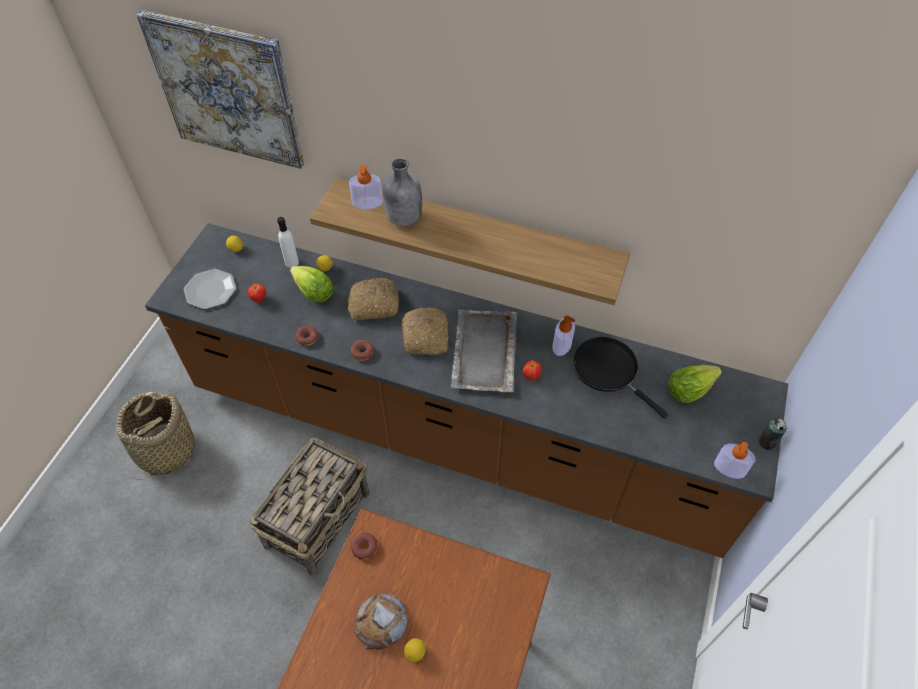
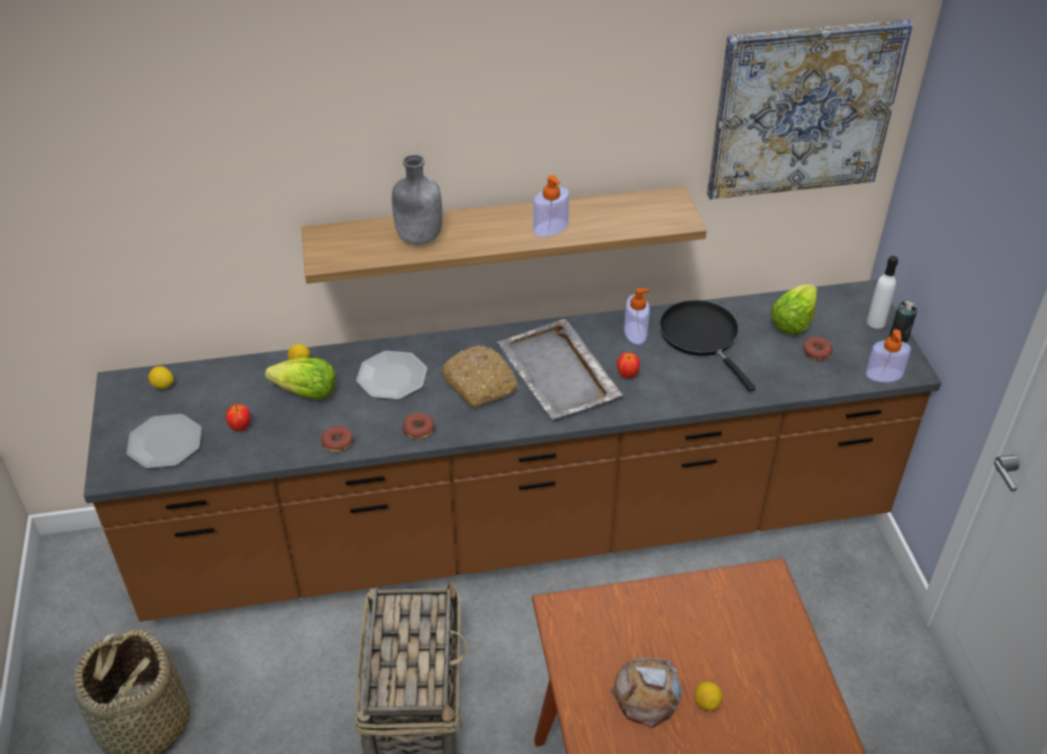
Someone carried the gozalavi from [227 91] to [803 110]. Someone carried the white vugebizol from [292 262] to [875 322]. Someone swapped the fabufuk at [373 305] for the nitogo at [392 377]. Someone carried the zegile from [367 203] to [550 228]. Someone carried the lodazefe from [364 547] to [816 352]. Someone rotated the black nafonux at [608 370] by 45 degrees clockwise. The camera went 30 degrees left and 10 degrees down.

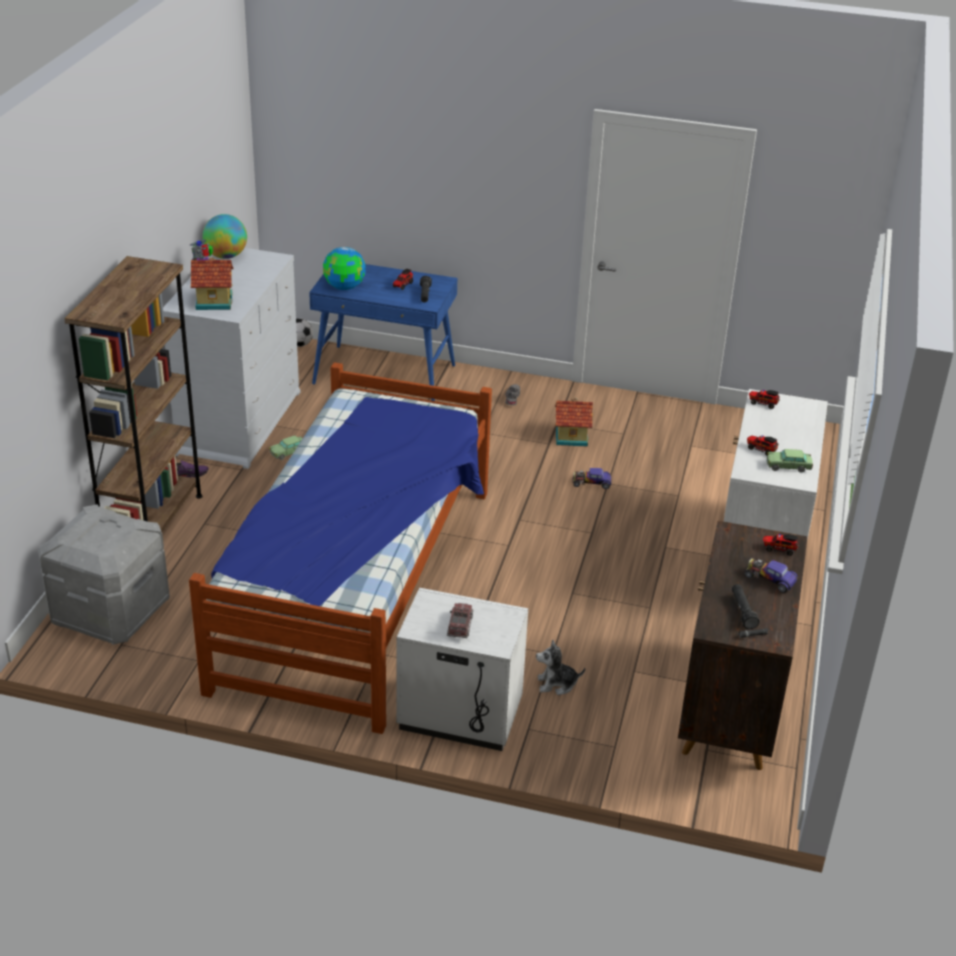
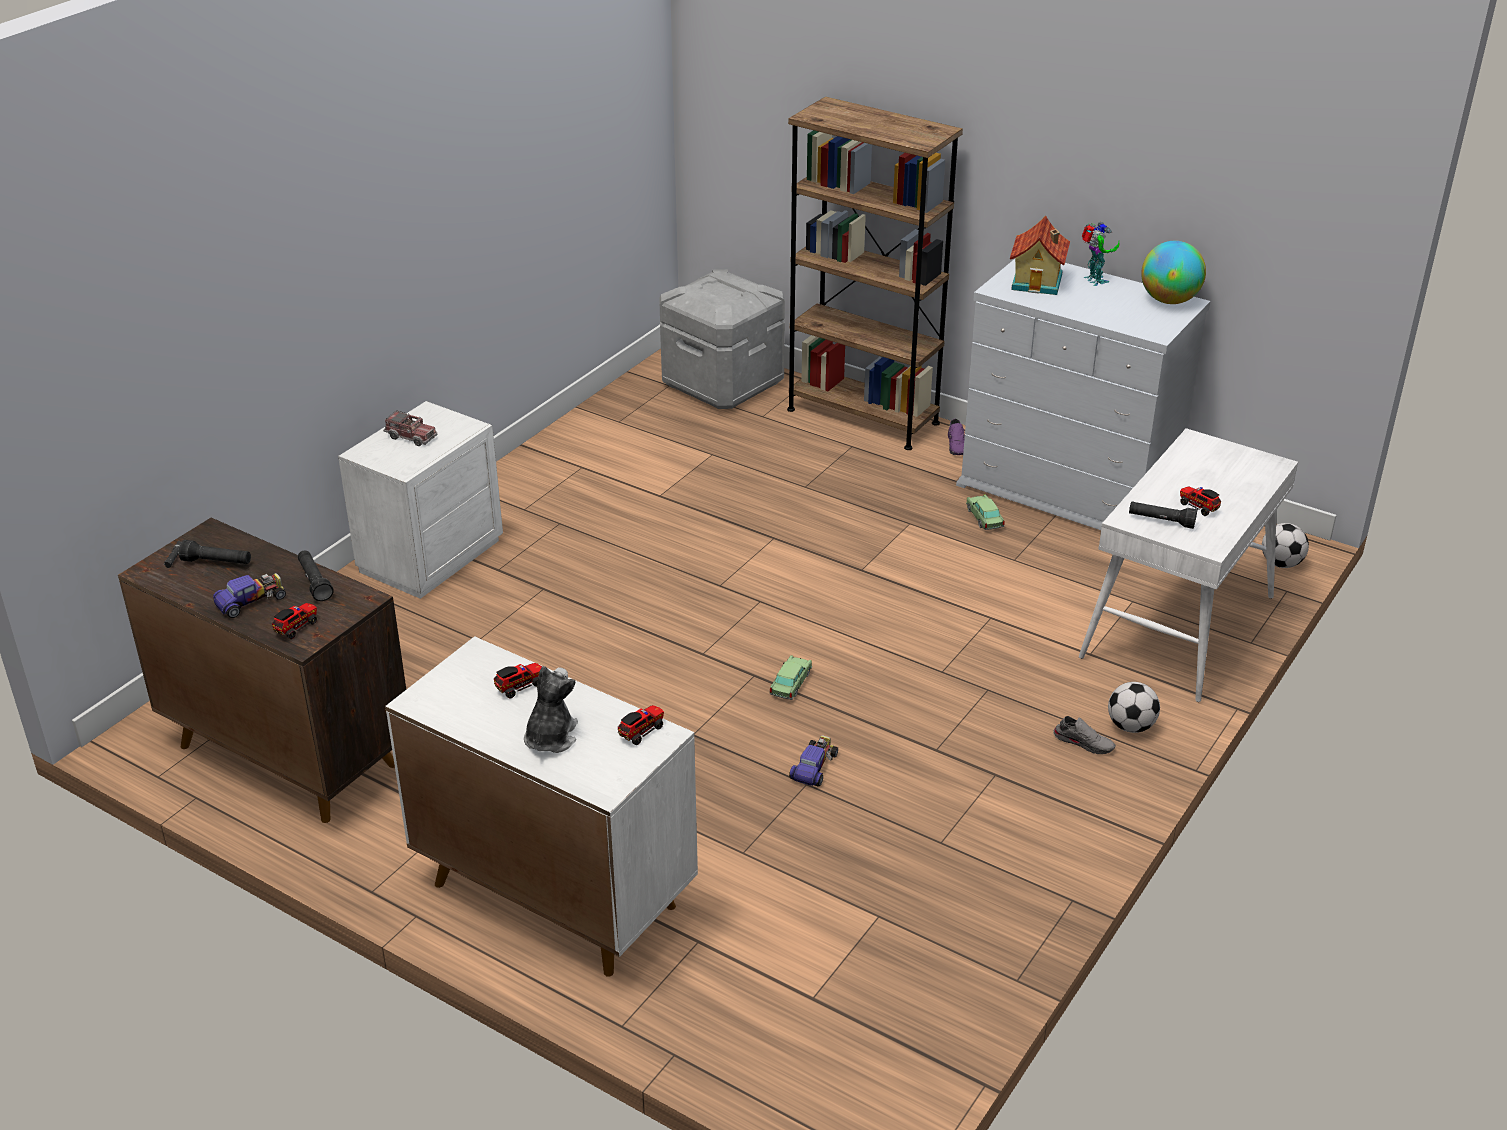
Someone took away the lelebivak at [359 586]. Someone repainted the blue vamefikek at [385 374], which became the white vamefikek at [1178 628]. Someone took away the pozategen at [344 287]. Someone carried the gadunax from [557 684] to [550 737]. Someone took away the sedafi at [571 436]. Someone carried the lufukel from [788 466] to [790 684]. Someone put down the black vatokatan at [314 582]. Someone put down the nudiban at [1130 726]. The camera went 110 degrees right and 0 degrees up.

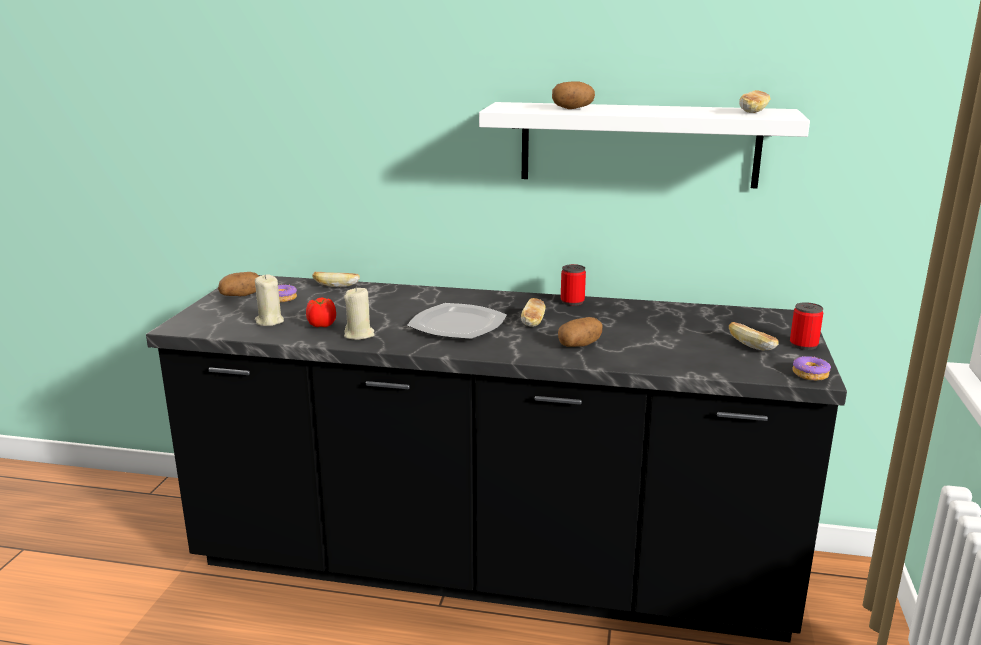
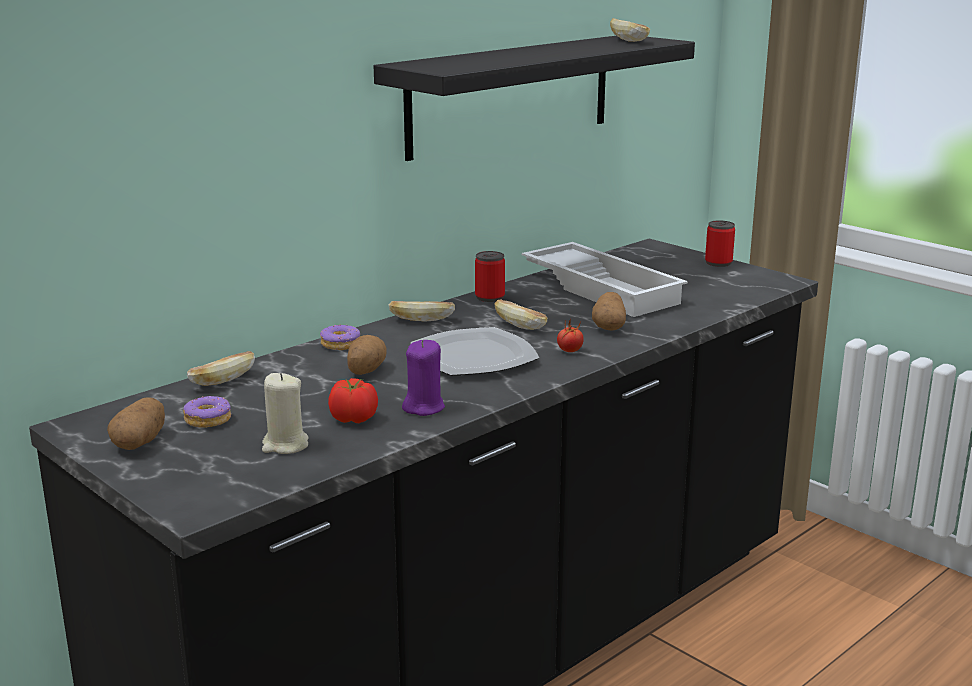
Someone repainted the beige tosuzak at [359 335], which became the purple tosuzak at [424 407]. Someone repainted the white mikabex at [639 144], which became the black mikabex at [511 94]. Someone carried the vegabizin from [573 108] to [365 371]. Someone carried the fabufuk from [751 346] to [421 320]. Someone carried the lodazefe from [810 374] to [341 344]. Someone put down the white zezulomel at [603 288]. Someone put down the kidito at [569 351]. The camera went 55 degrees left and 0 degrees up.

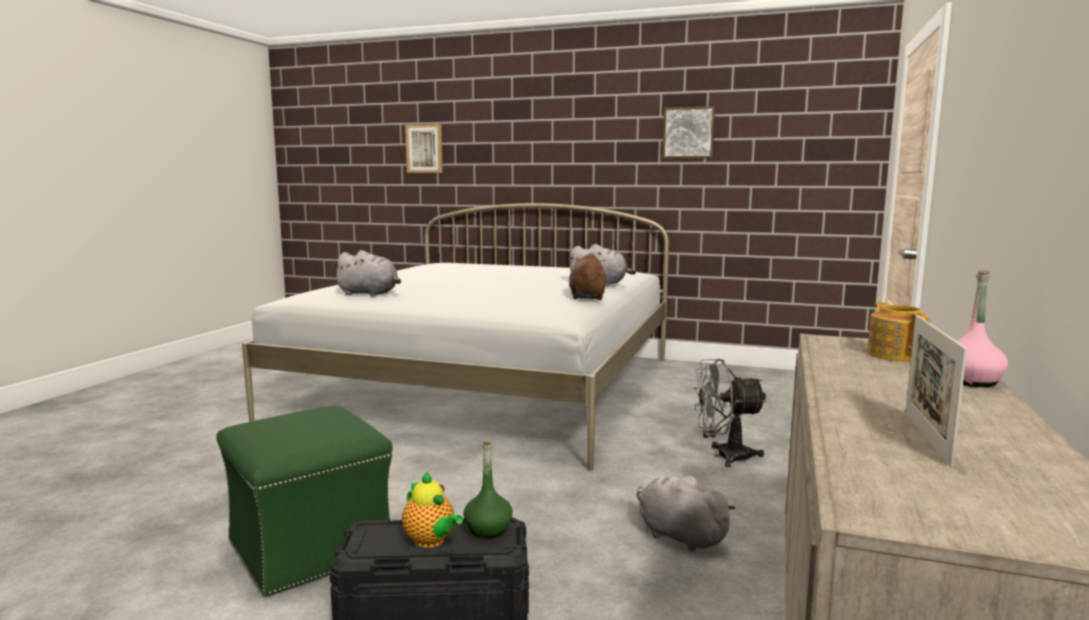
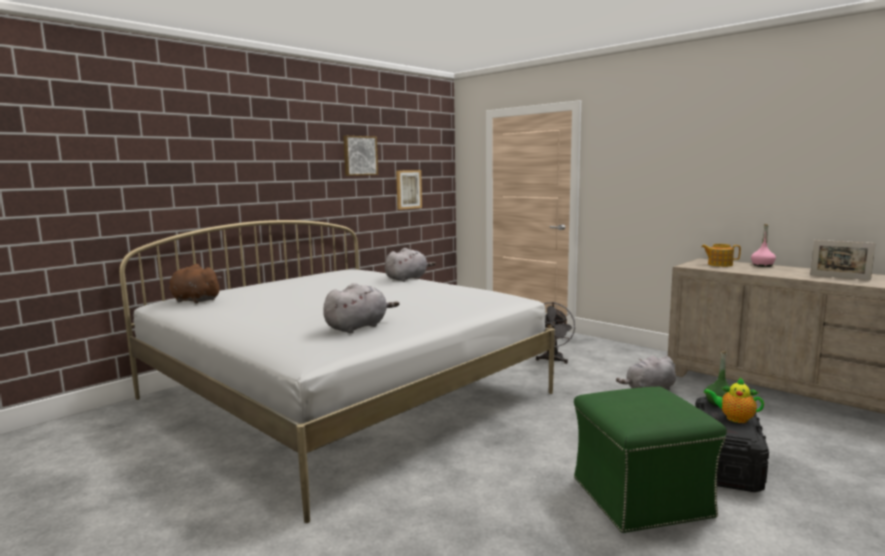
Someone rotated the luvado at [431 541] by 135 degrees counterclockwise. Someone carried the gozalavi from [424 148] to [408 189]. Someone carried the brown gadunax from [587 297] to [194 300]. The camera went 65 degrees left and 0 degrees up.

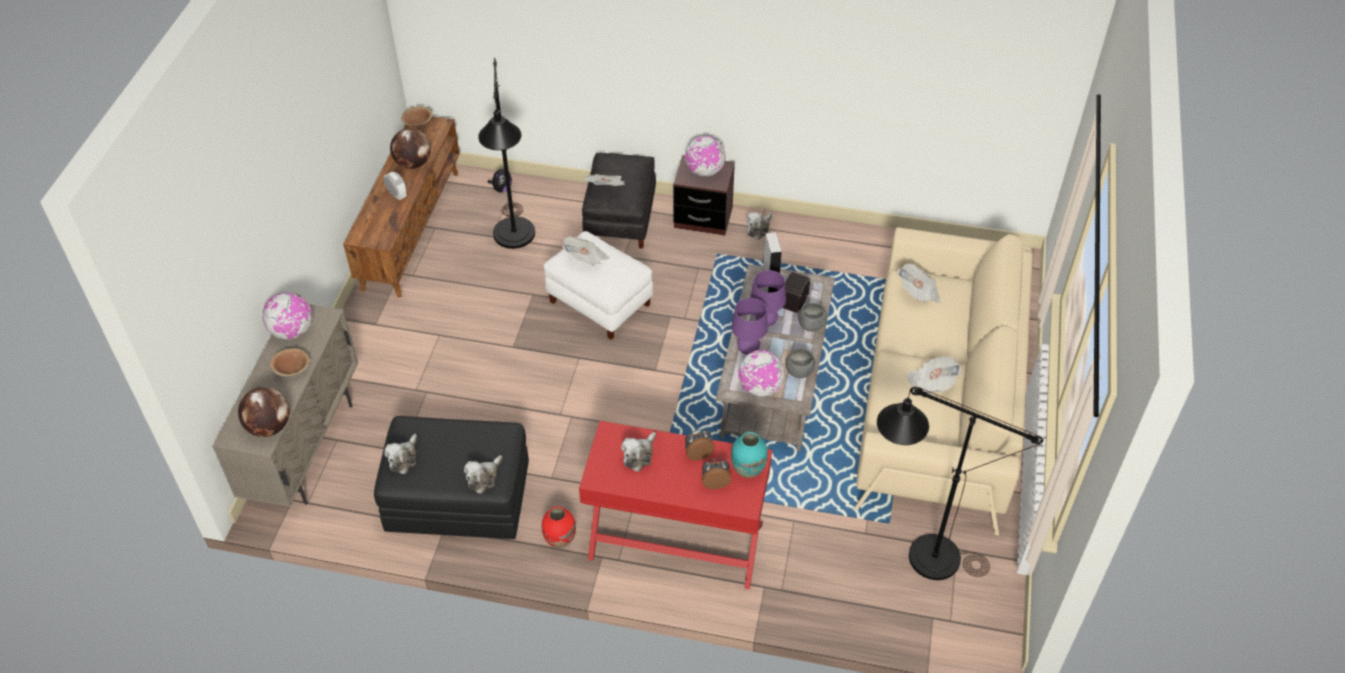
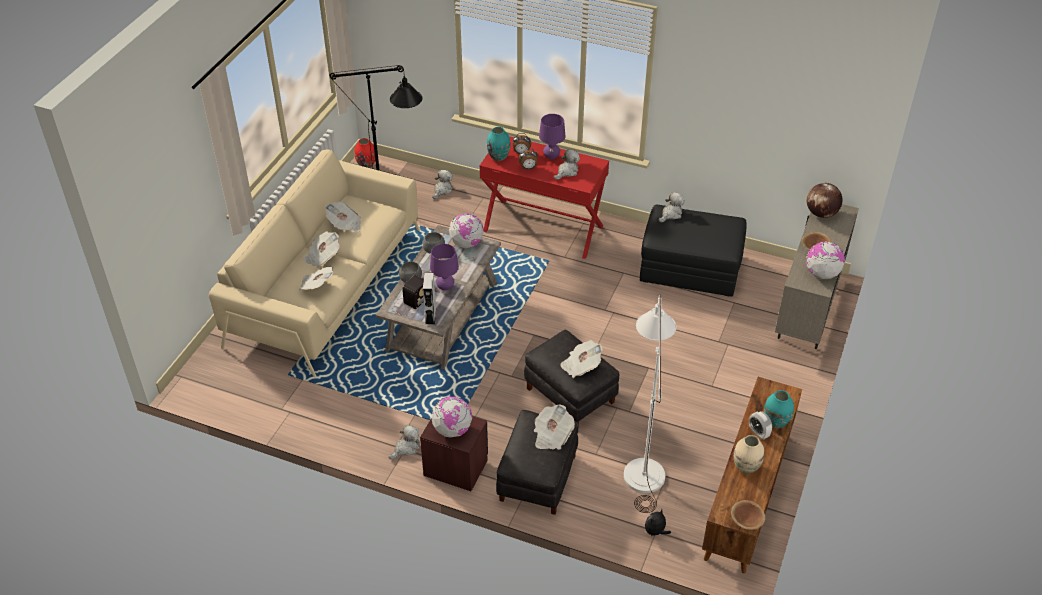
Someone carried the gadunax from [404 458] to [442 190]. Someone swapped the pozategen at [413 163] for the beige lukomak at [746 467]. Someone repainted the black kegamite at [514 242], which became the white kegamite at [644 466]. Someone carried the red lukomak from [559 540] to [366 165]. Someone repainted the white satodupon at [599 303], which became the black satodupon at [571 395]. Someone carried the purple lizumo from [748 350] to [551 156]. Someone put down the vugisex at [322 257]. Someone put down the turquoise lukomak at [775 422]. The camera went 170 degrees left and 5 degrees down.

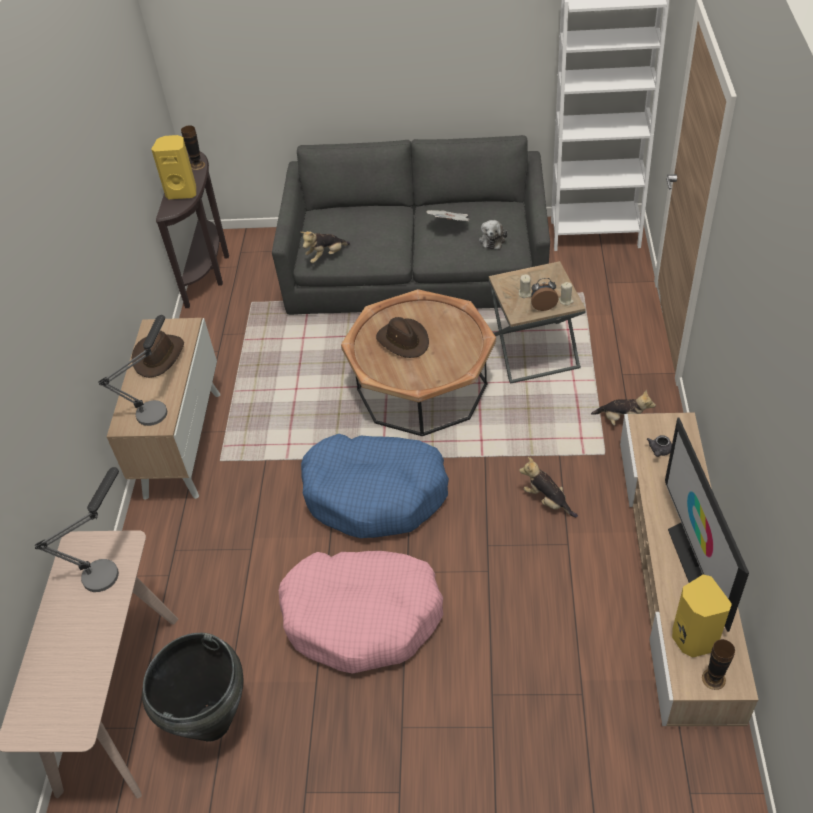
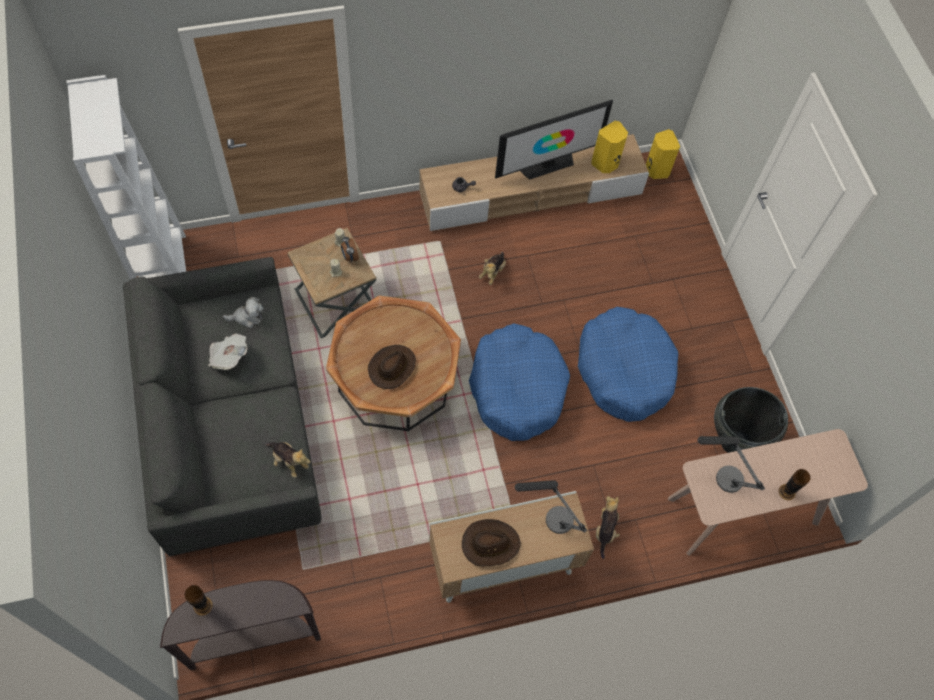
Someone carried the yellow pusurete from [182 192] to [656 170]. Someone repainted the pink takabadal at [362 617], which became the blue takabadal at [624 370]. Someone carried the gadunax from [622 422] to [605 530]. Someone carried the lukomak from [713 679] to [787 492]. The camera went 115 degrees left and 15 degrees up.

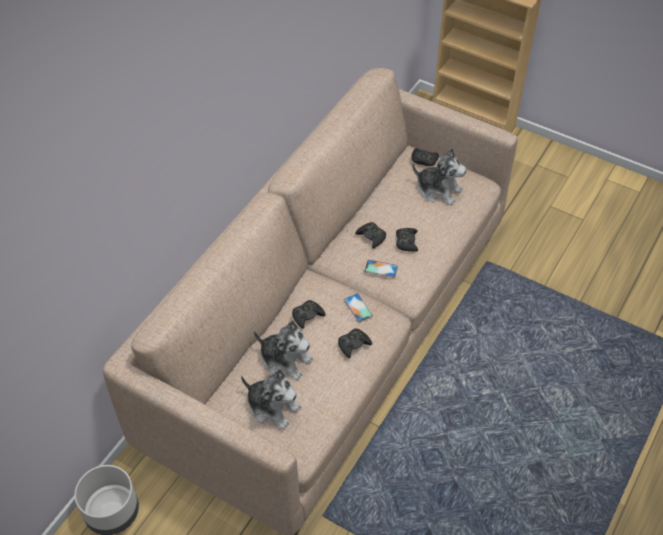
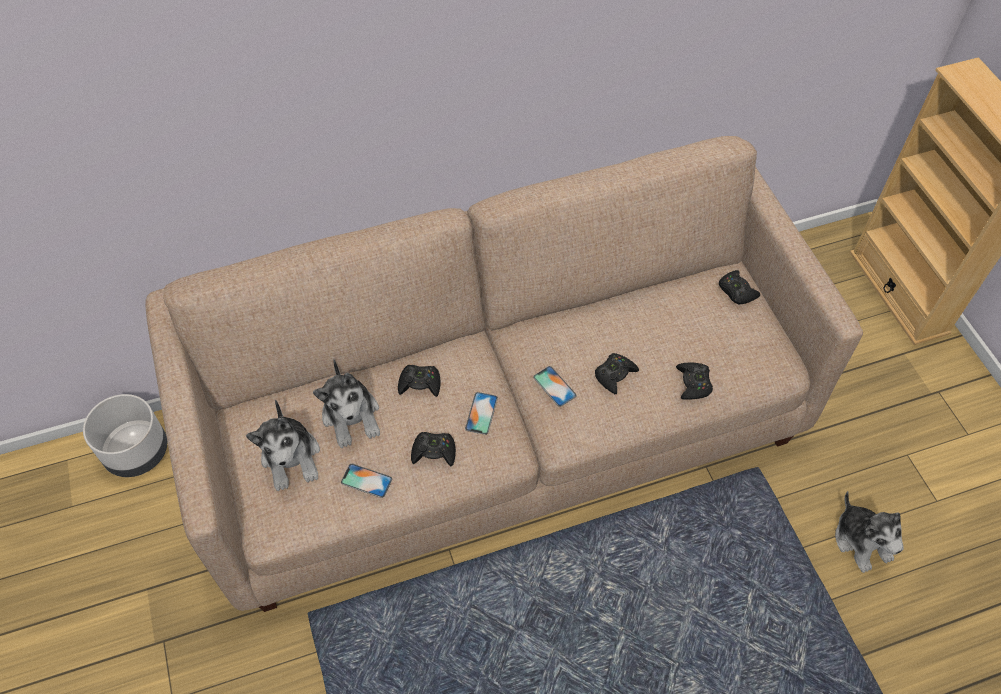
Someone carried the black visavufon from [371 237] to [693 383]. Someone carried the gadunax from [438 190] to [861 541]. Someone put down the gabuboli at [366 480]. The camera went 40 degrees right and 5 degrees up.

